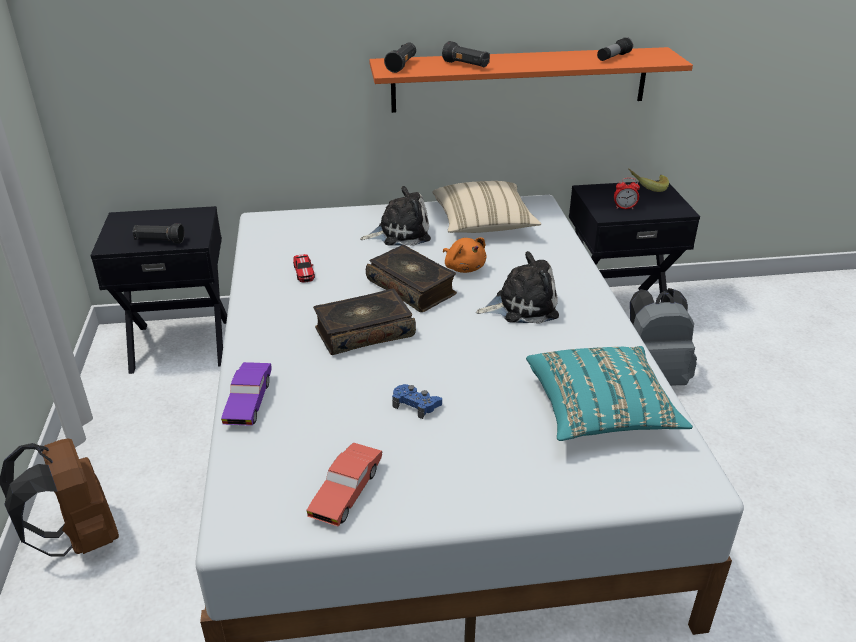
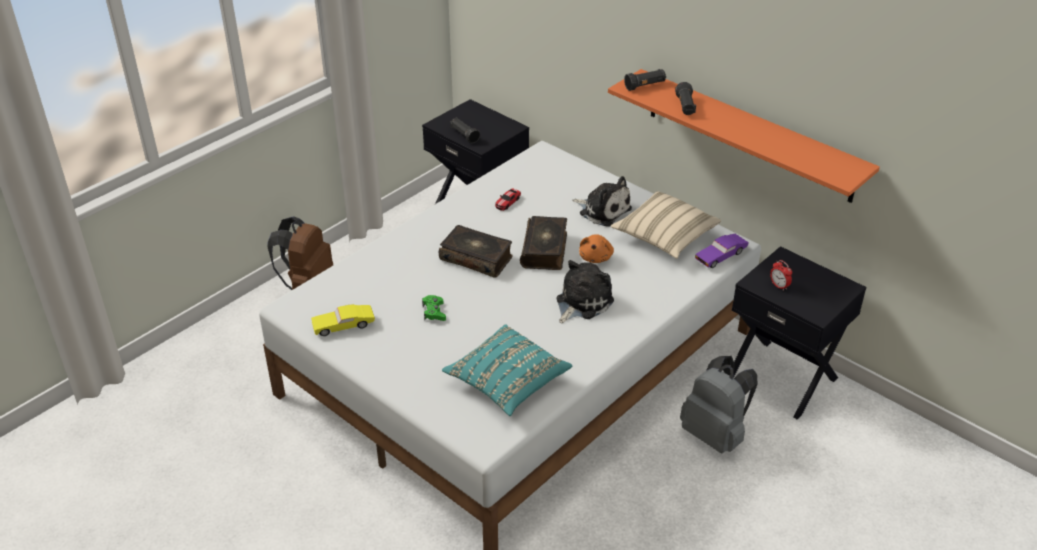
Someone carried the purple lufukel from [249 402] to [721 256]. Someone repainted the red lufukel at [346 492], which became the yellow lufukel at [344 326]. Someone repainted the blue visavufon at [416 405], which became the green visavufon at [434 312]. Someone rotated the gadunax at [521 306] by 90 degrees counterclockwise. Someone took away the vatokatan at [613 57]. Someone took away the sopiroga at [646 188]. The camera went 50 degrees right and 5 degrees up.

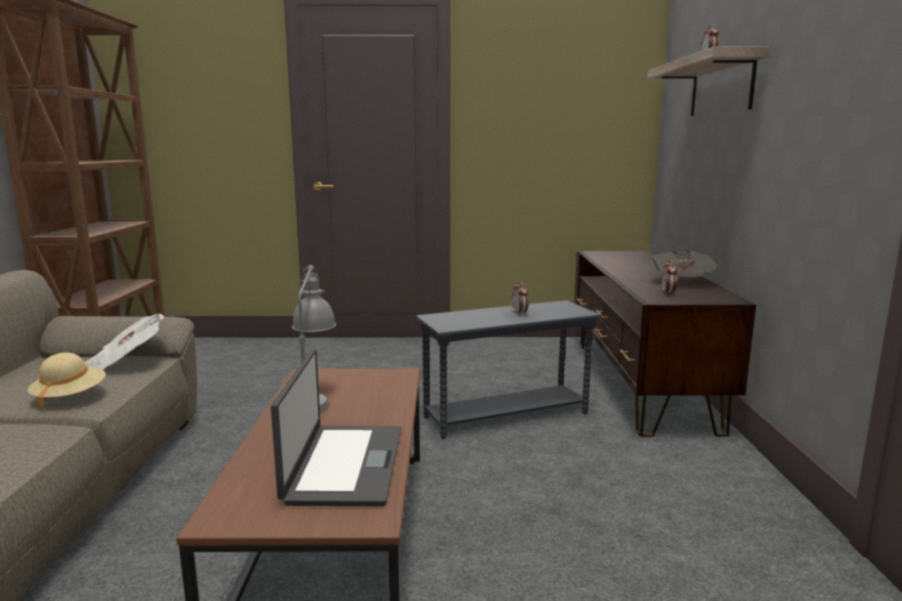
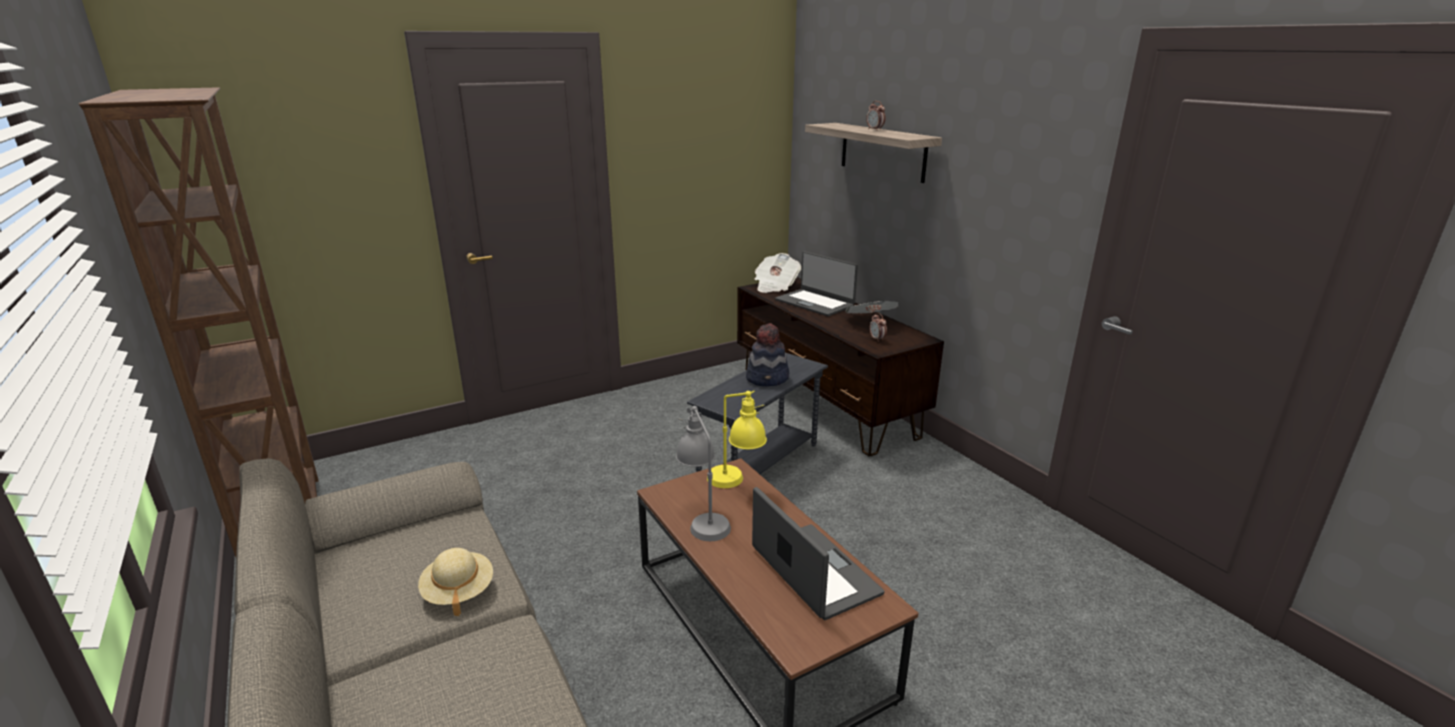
Someone carried the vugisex from [125 363] to [775 286]. Someone swapped the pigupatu at [519 313] for the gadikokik at [768 378]. Someone put down the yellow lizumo at [736 484]. Someone put down the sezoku at [815 303]. The camera went 30 degrees left and 10 degrees up.

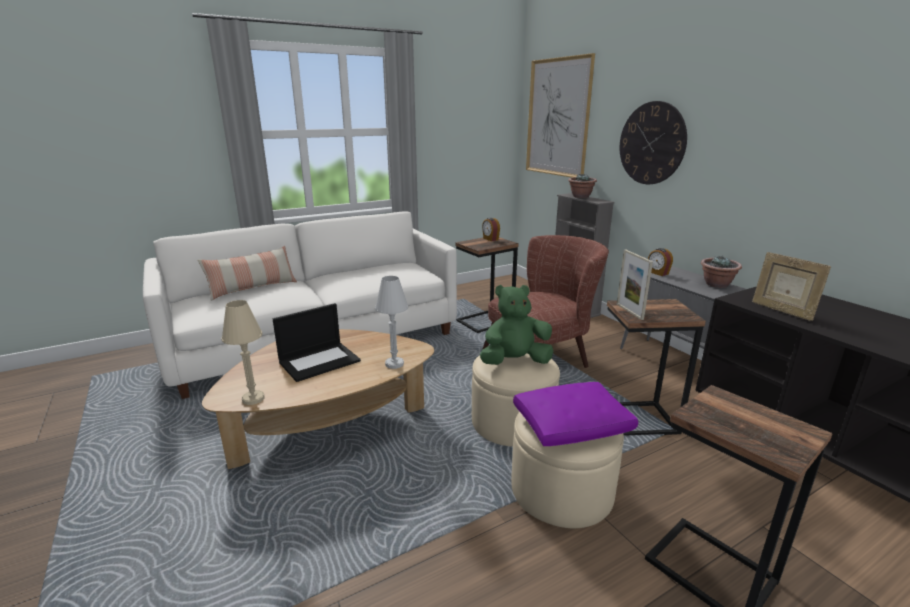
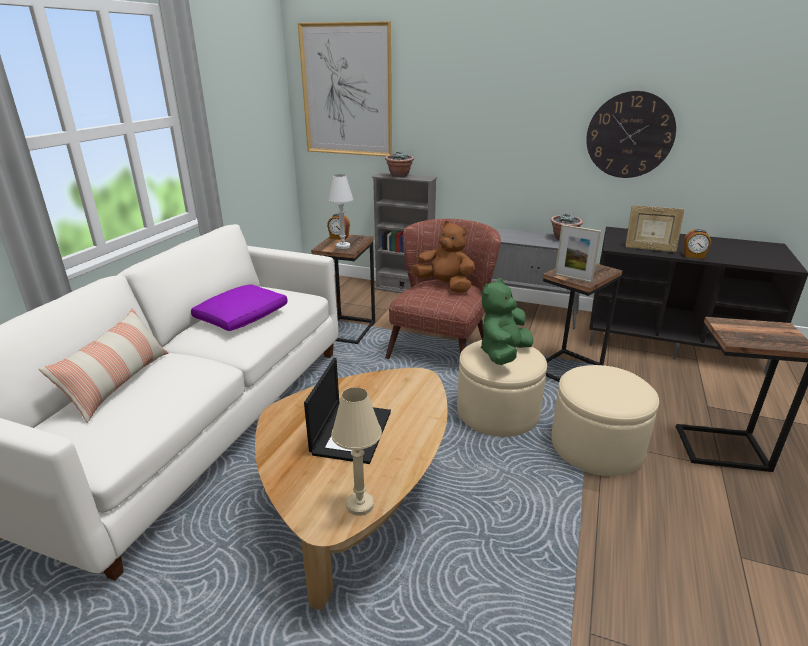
Someone carried the white lizumo from [394 364] to [343 246]. Someone carried the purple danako from [572 425] to [242 317]. Someone carried the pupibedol from [651 143] to [630 135]. Someone carried the pigupatu from [657 273] to [693 256]. Someone put down the brown gadunax at [445 286]. The camera went 40 degrees left and 5 degrees up.

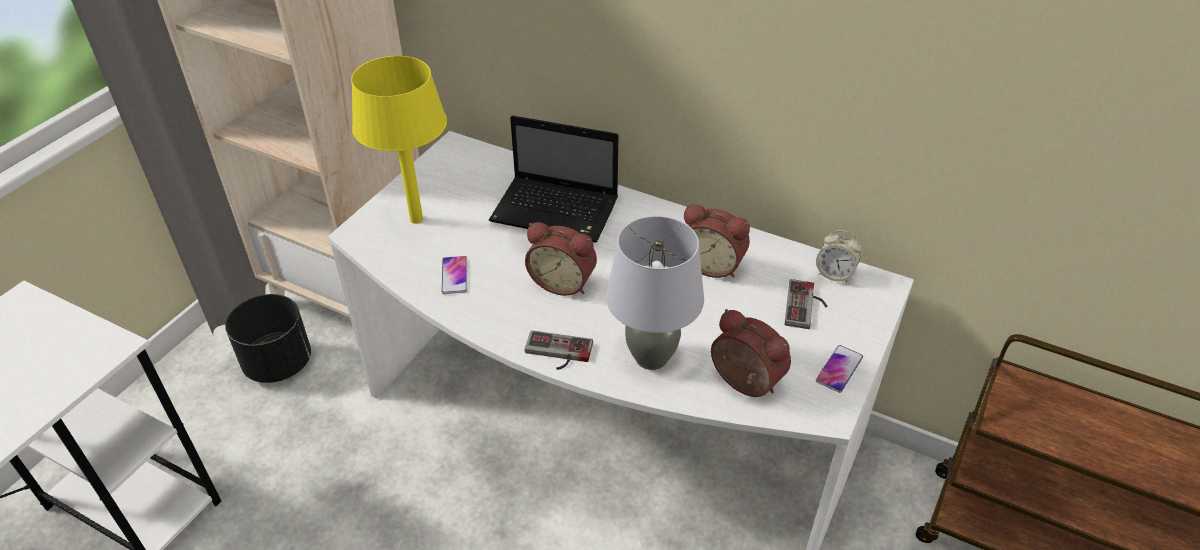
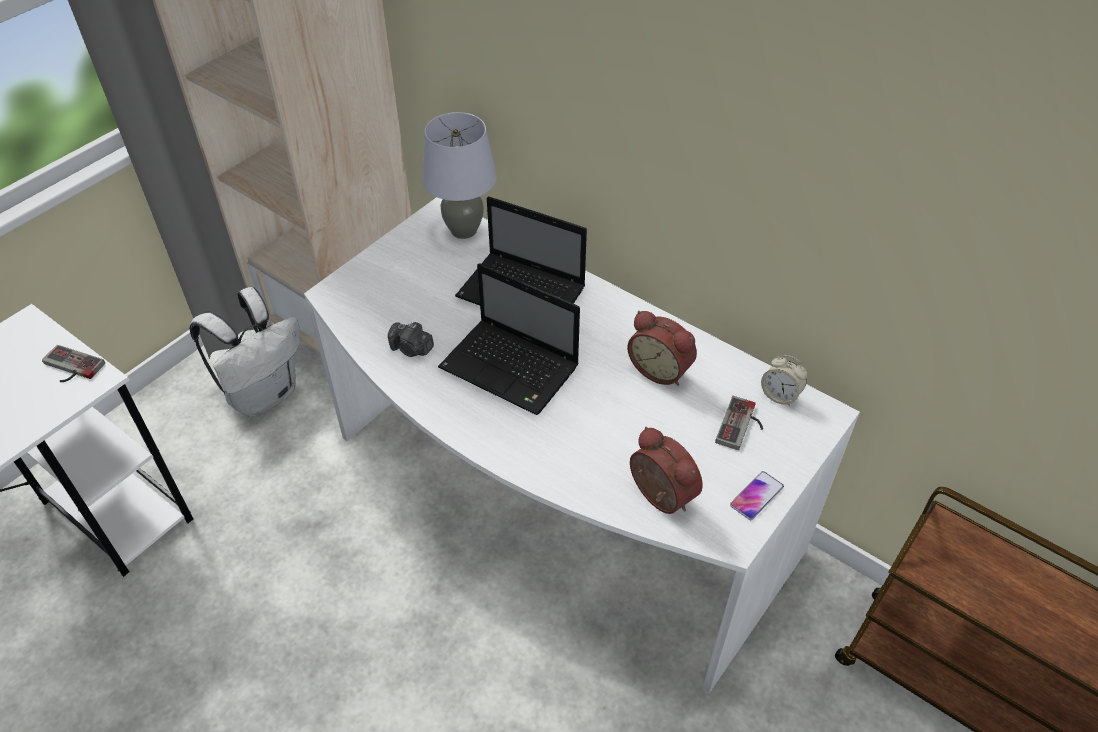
Someone swapped the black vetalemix at [278 363] for the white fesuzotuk at [264 394]. Someone took away the yellow lizumo at [417 219]. Someone swapped the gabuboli at [454 276] for the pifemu at [411 349]. Someone swapped the pigupatu at [563 282] for the sezoku at [512 368]. Someone carried the visavufon from [557 354] to [69 368]. Someone carried the grey lizumo from [650 357] to [463 230]. The camera went 10 degrees right and 5 degrees up.

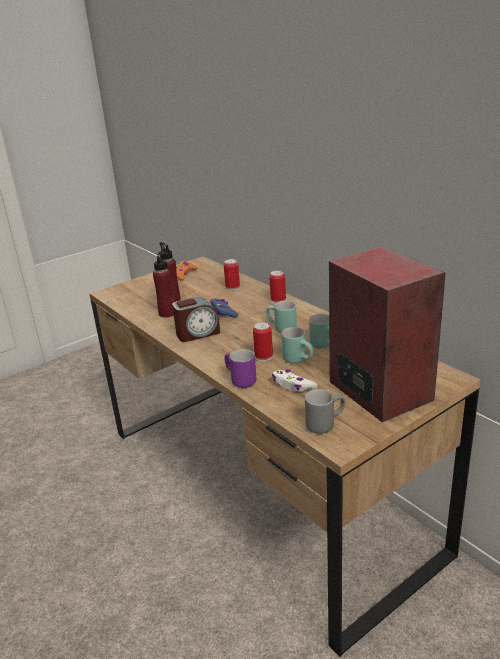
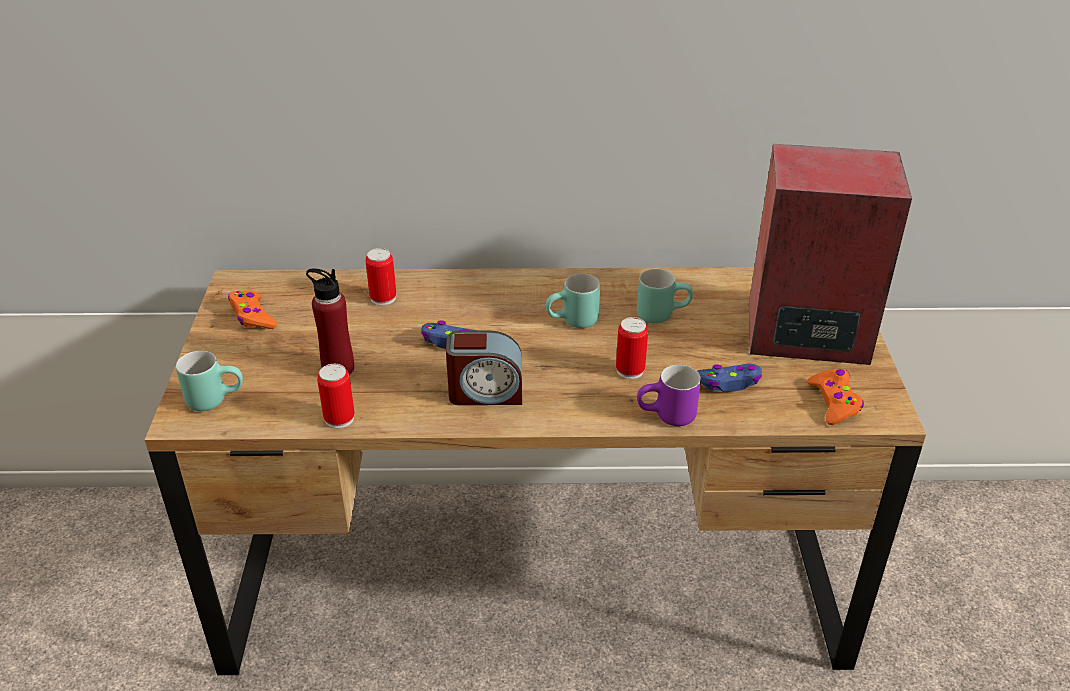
Someone took away the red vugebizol at [167 313]. Someone rotated the pigupatu at [197 333] by 75 degrees clockwise. Someone carried the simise from [278 300] to [339 418]. Someone repainted the white visavufon at [293 385], which became the blue visavufon at [728 383]. Someone carried the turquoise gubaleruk from [299 360] to [215 398]. Someone swapped the grey gubaleruk at [324 423] for the orange visavufon at [834 402]. The camera went 55 degrees left and 10 degrees up.

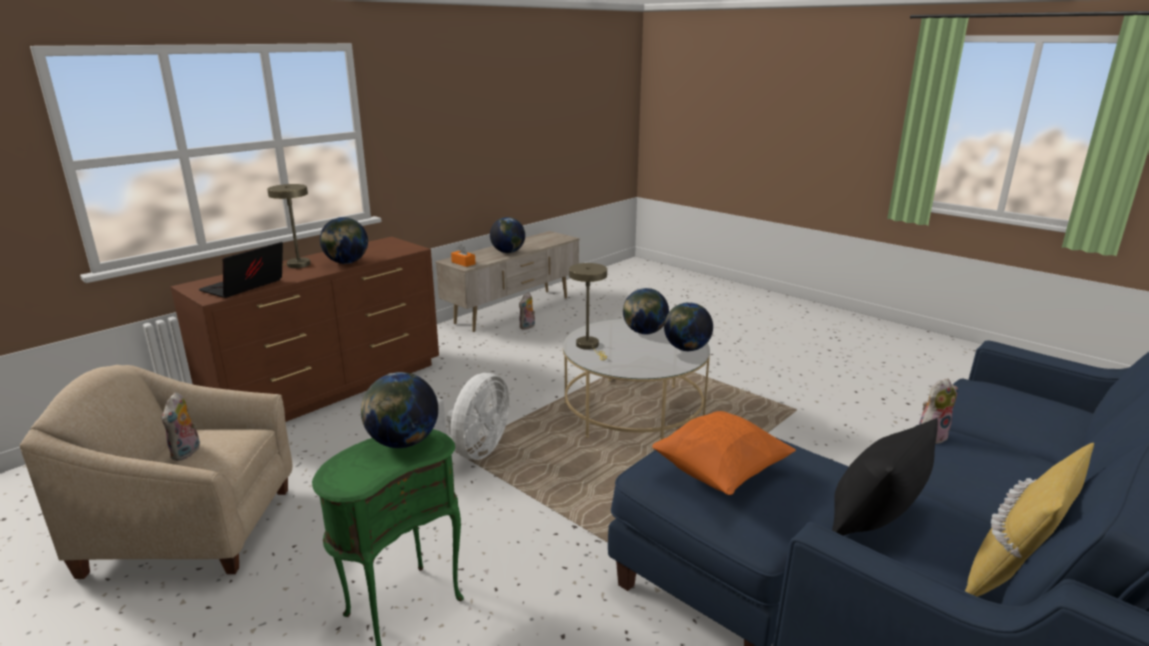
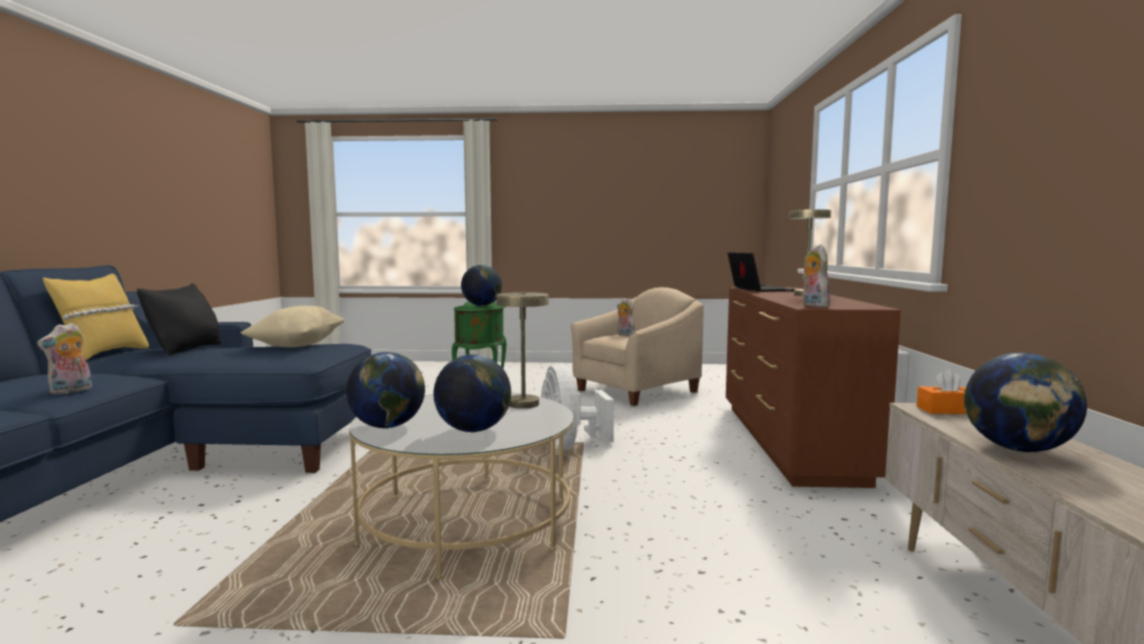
Someone took away the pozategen at [346 263]. Someone carried the gadunax from [527 327] to [813 305]. Someone repainted the orange danako at [720 474], which became the beige danako at [297 345]. The camera went 140 degrees right and 15 degrees down.

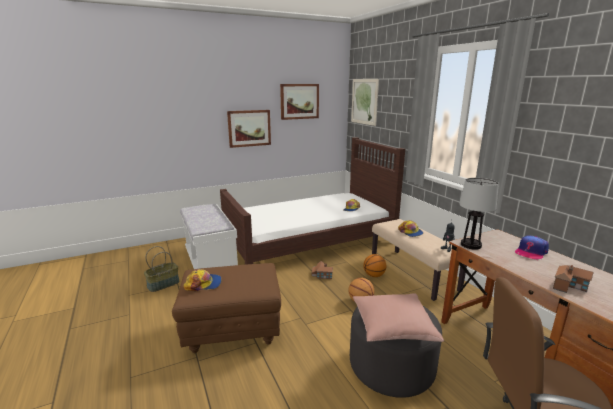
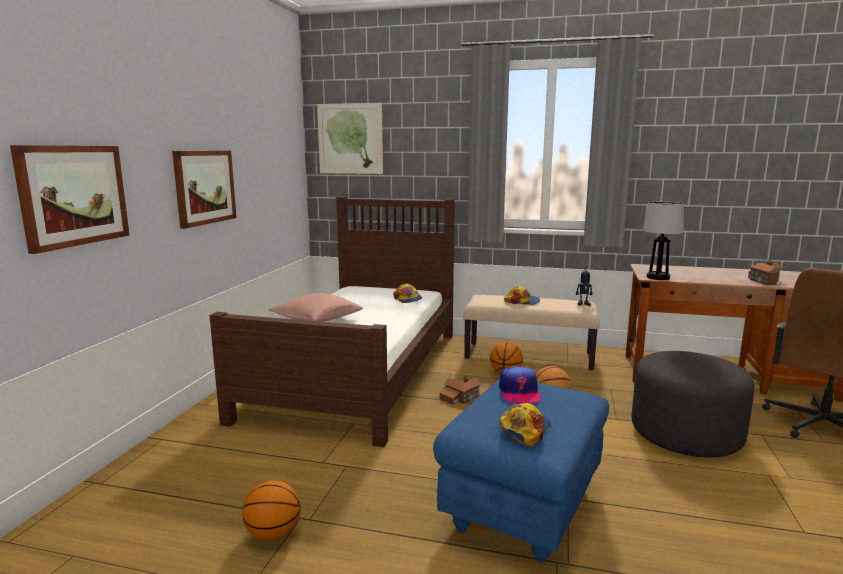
Someone swapped the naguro at [163 284] for the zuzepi at [273 534]. Someone repainted the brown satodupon at [233 331], which became the blue satodupon at [522 507]. Someone took away the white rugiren at [210 261]. Someone carried the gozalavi from [299 101] to [74 195]. Someone carried the pink danako from [393 327] to [316 320]. Someone carried the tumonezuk from [530 252] to [519 392]. The camera went 50 degrees left and 5 degrees down.

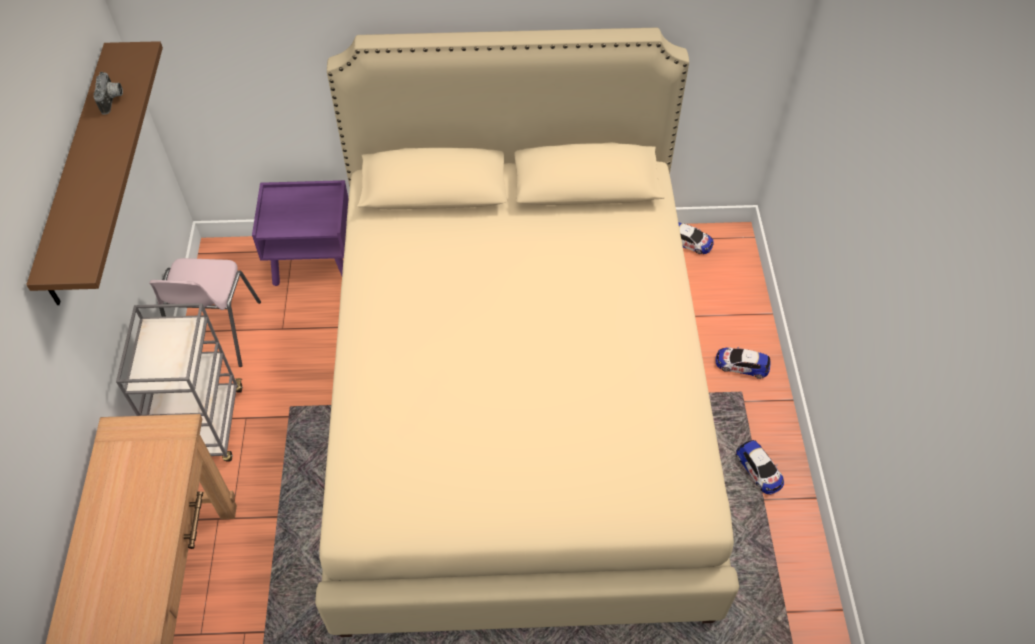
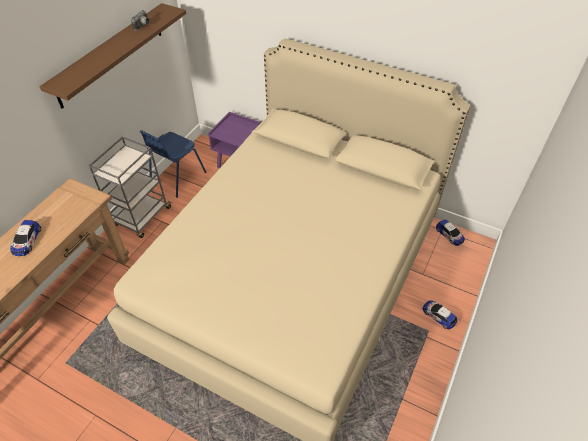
Someone repainted the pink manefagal at [216 333], which became the blue manefagal at [177 178]. Someone carried the lufukel from [759 469] to [27 240]. The camera went 30 degrees right and 5 degrees down.

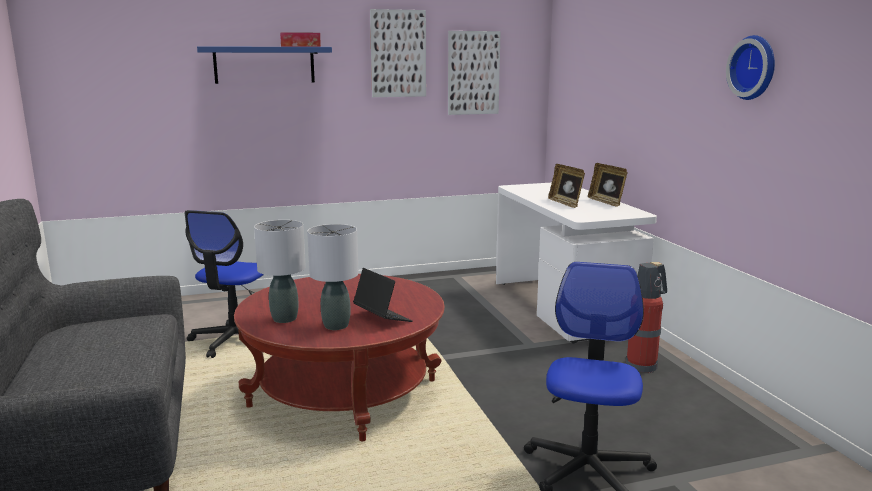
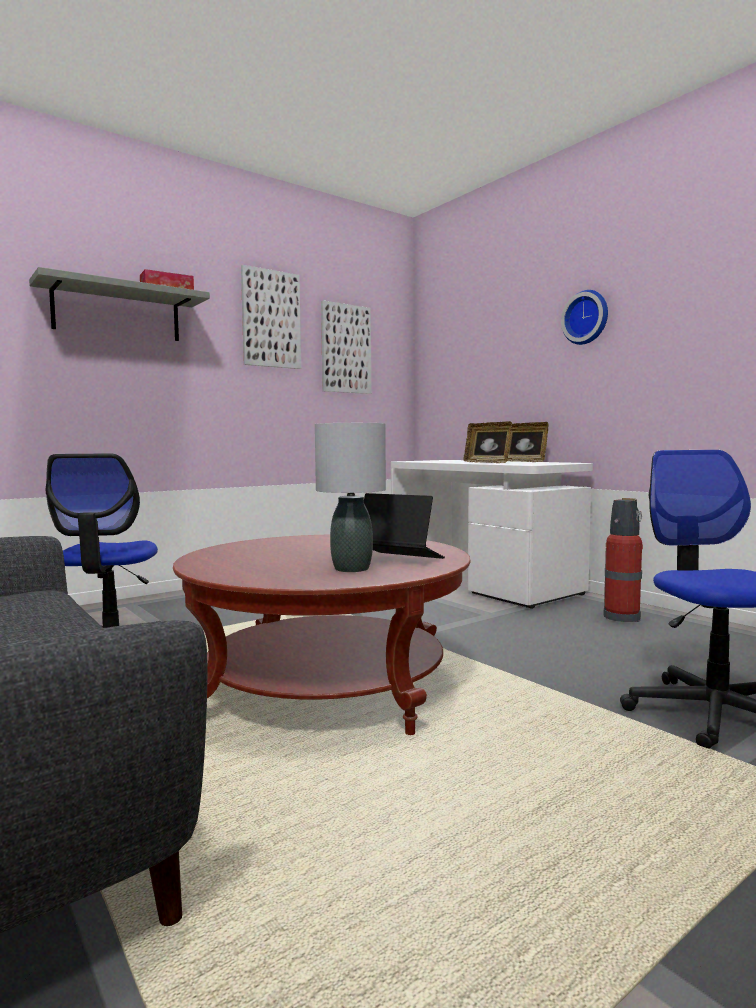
Someone repainted the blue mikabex at [264 65], which became the grey mikabex at [117 313]. Someone took away the grey lizumo at [284 319]. Someone carried the pupibedol from [755 67] to [587 318]. The camera went 20 degrees left and 10 degrees down.

